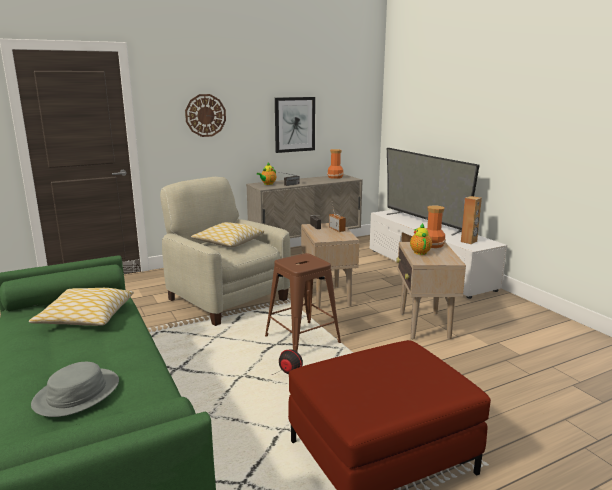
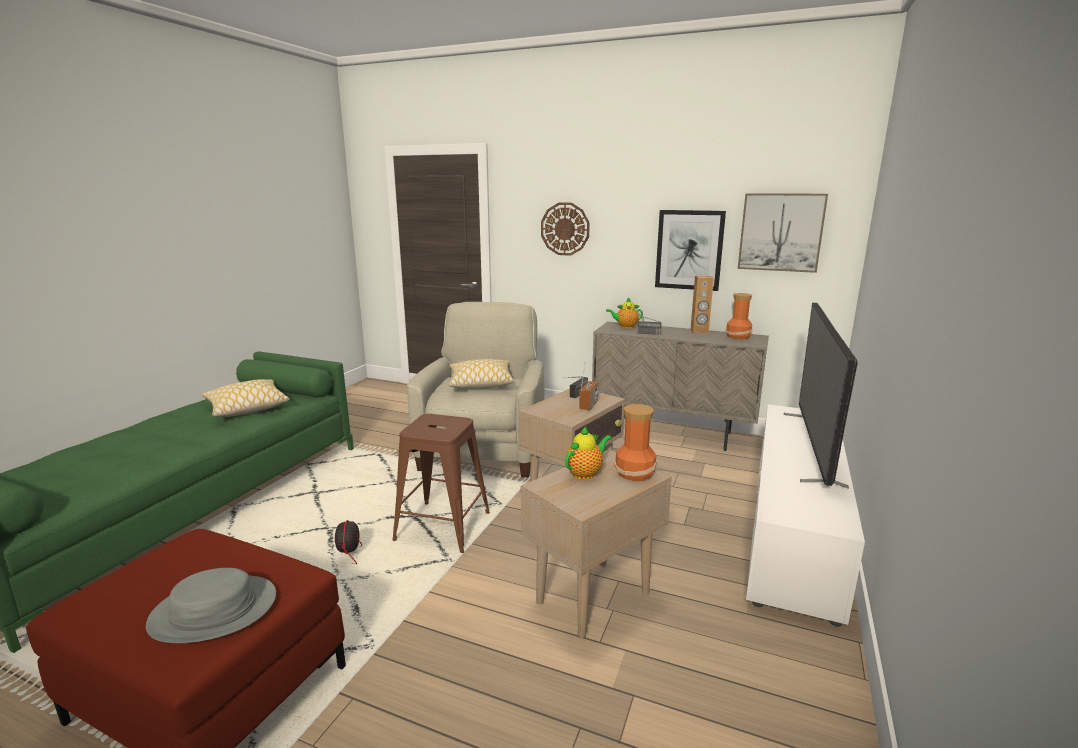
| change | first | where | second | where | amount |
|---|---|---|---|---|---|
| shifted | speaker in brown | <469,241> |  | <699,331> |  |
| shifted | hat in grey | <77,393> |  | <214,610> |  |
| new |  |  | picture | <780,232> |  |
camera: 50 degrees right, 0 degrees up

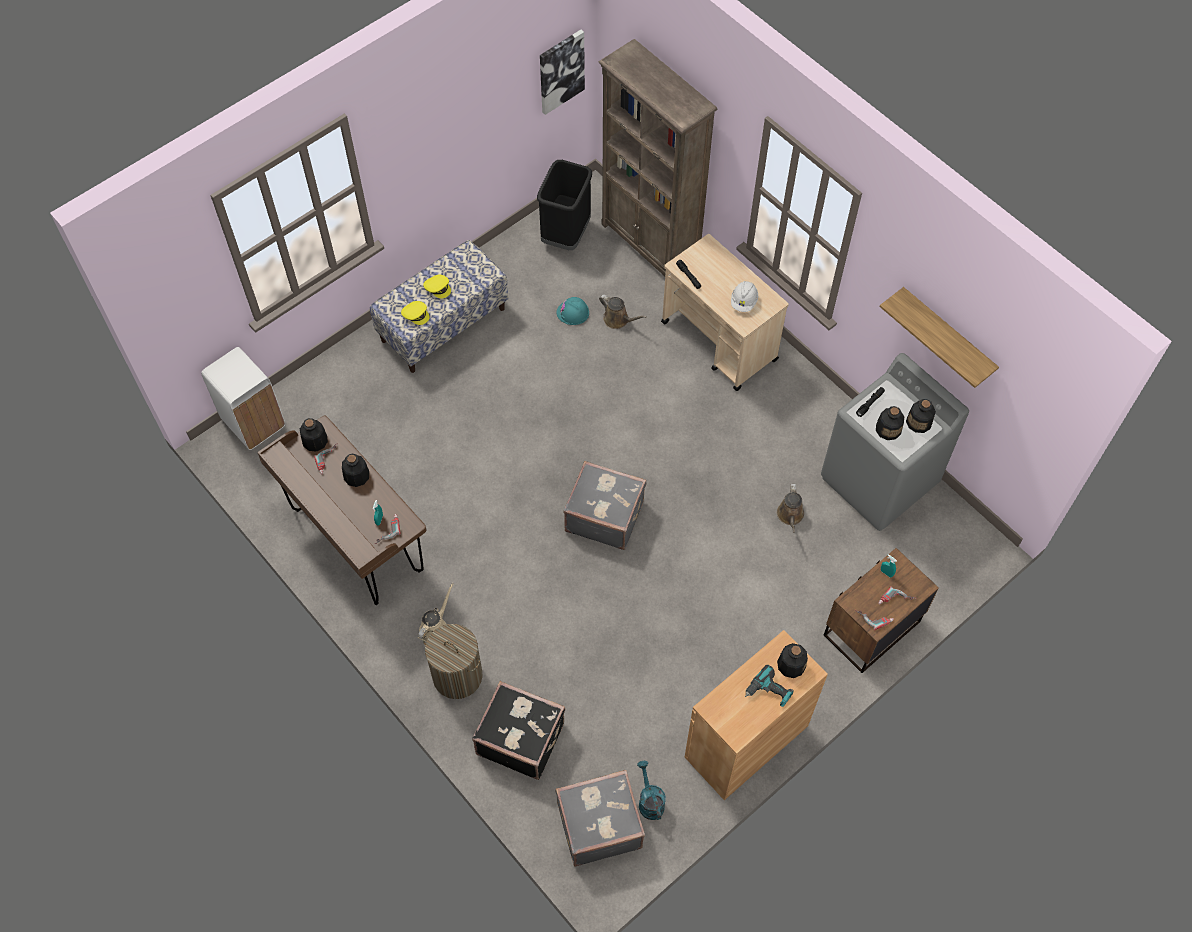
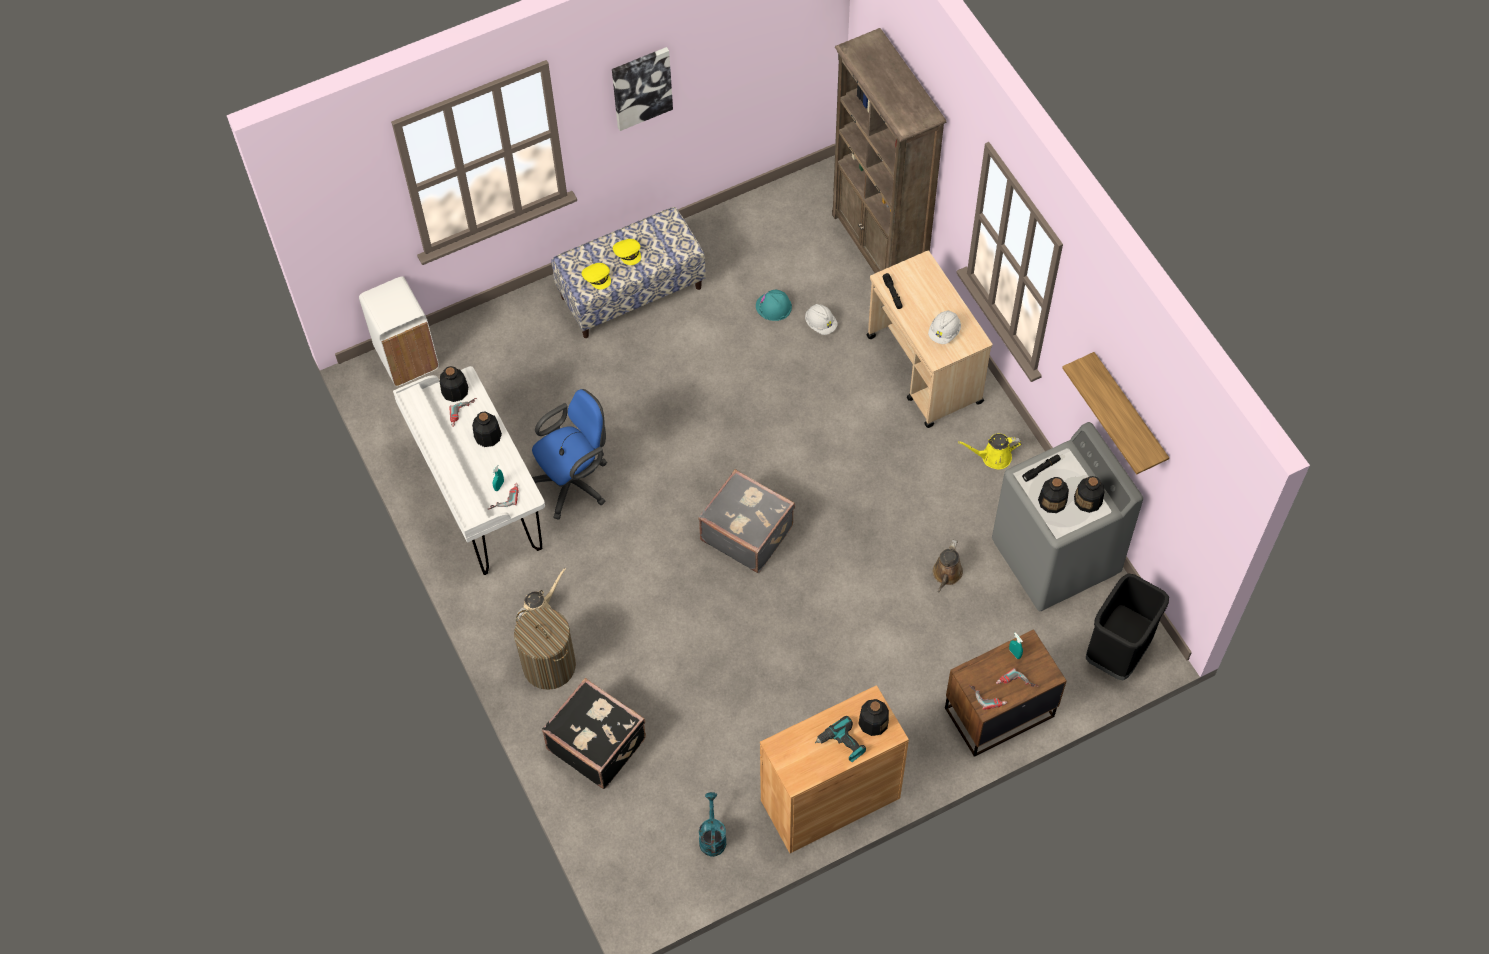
| change | first | where | second | where | amount |
|---|---|---|---|---|---|
| shifted | picture | <561,71> |  | <641,87> |  |
| shifted | trash can in black | <566,234> |  | <1117,652> |  |
| swapped | watering can in brown | <618,320> | hard hat in white | <820,324> |  |
| repainted | desk in brown | <357,541> | desk in white | <482,504> |  |
| gone | suitcase in grey | <598,824> |  |  |  |
| new |  |  | office chair in blue | <575,481> |  |
| new |  |  | watering can in yellow | <993,457> |  |
camera: 15 degrees right, 0 degrees up

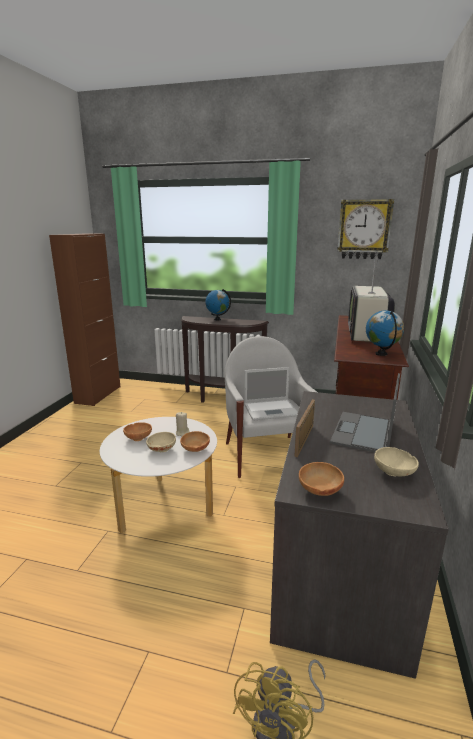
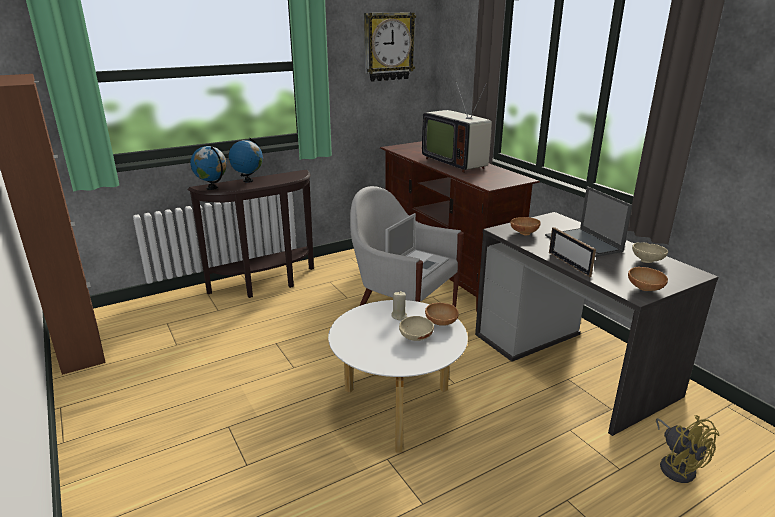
| change | first | where | second | where | amount |
|---|---|---|---|---|---|
| shifted | globe | <381,354> |  | <212,188> |  |
| shifted | bowl in brown | <139,438> |  | <523,233> |  |
camera: 45 degrees left, 5 degrees up

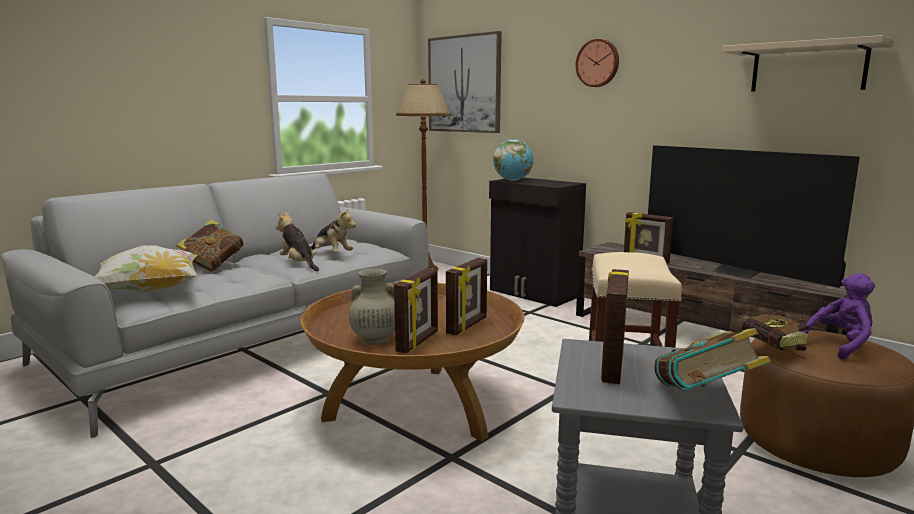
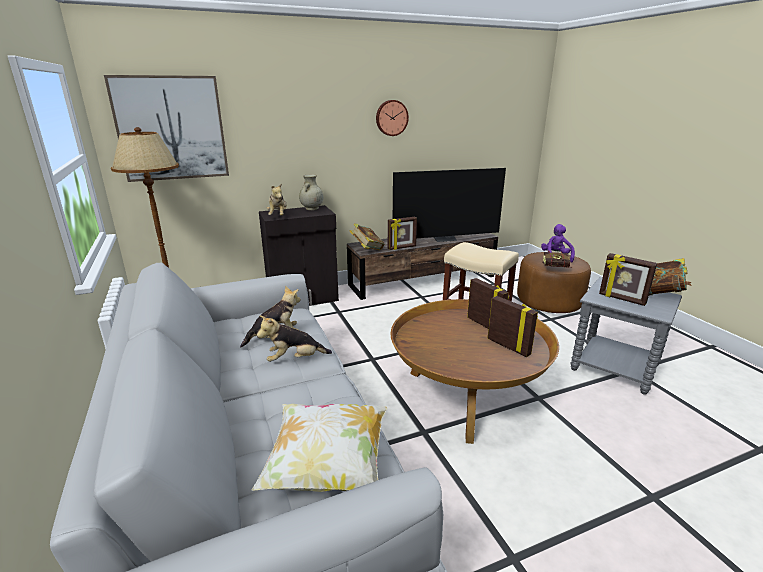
| change | first | where | second | where | amount |
|---|---|---|---|---|---|
| gone | shelf in beige | <808,68> |  |  |  |
| shifted | wall clock | <598,63> |  | <391,118> |  |
| swapped | globe | <513,180> | plush toy | <278,216> |  |
| shifted | book | <213,266> |  | <367,249> |  |
| shifted | vase in beige | <374,339> |  | <312,208> |  |
camera: 65 degrees left, 10 degrees up

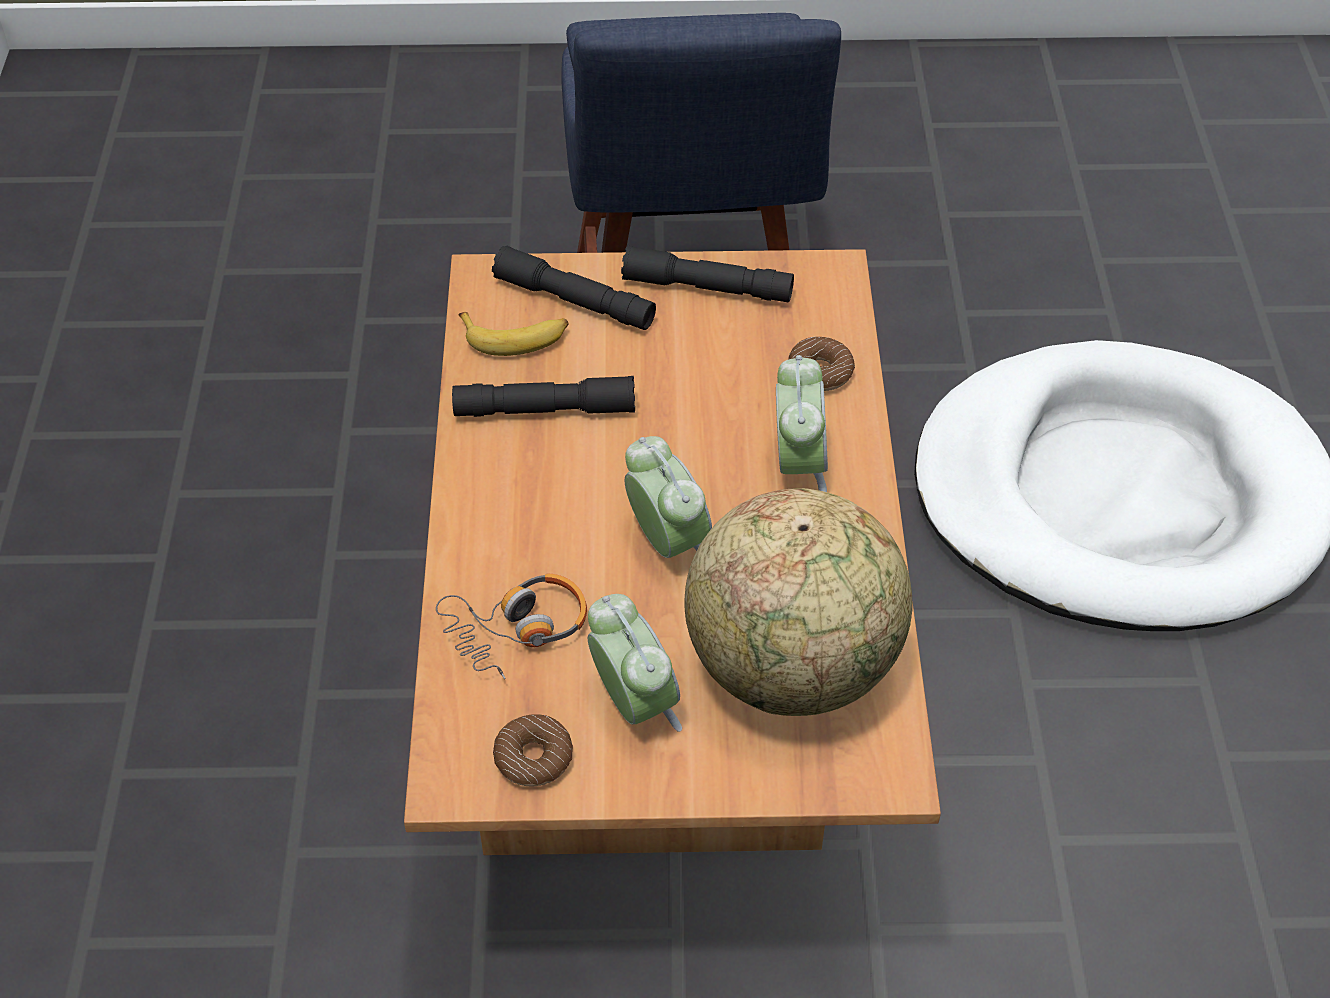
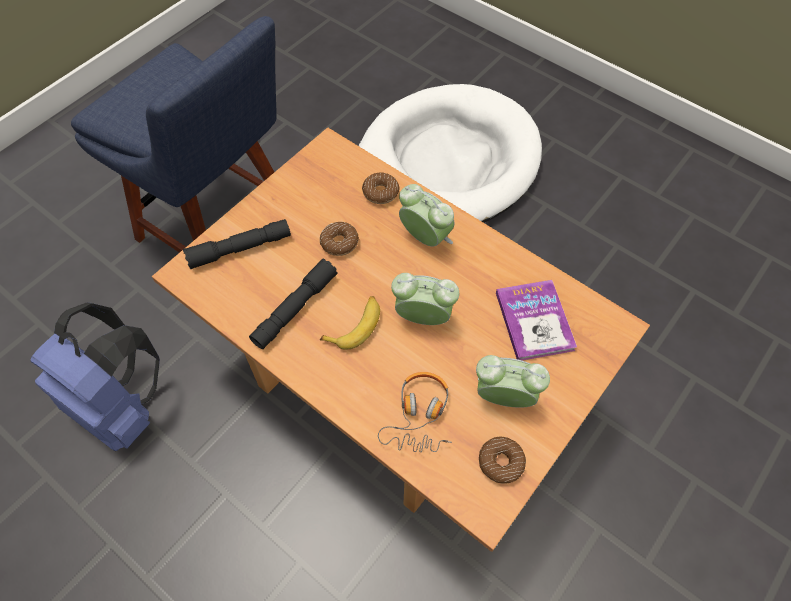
| change | first | where | second | where | amount |
|---|---|---|---|---|---|
| gone | flashlight in black | <707,287> |  |  |  |
| shifted | banana | <515,337> |  | <355,325> |  |
| swapped | globe | <793,668> | book | <534,321> |  |
| new |  |  | donut | <339,242> |  |
| new |  |  | backpack in blue | <122,406> |  |
camera: 50 degrees left, 10 degrees up

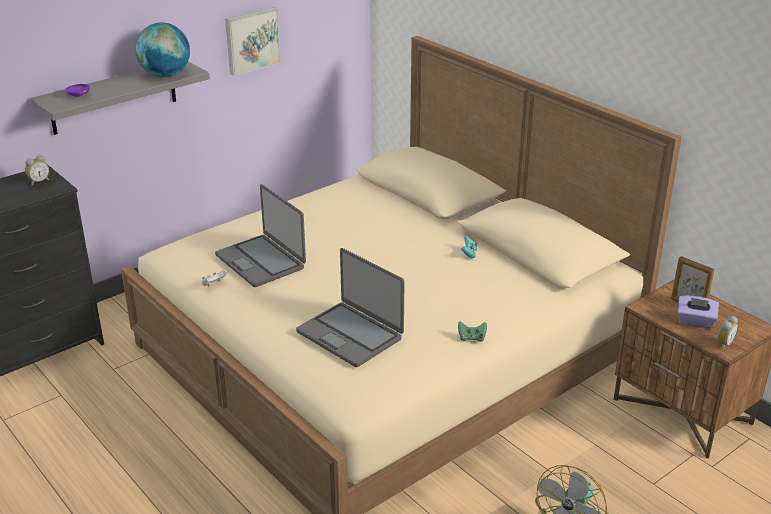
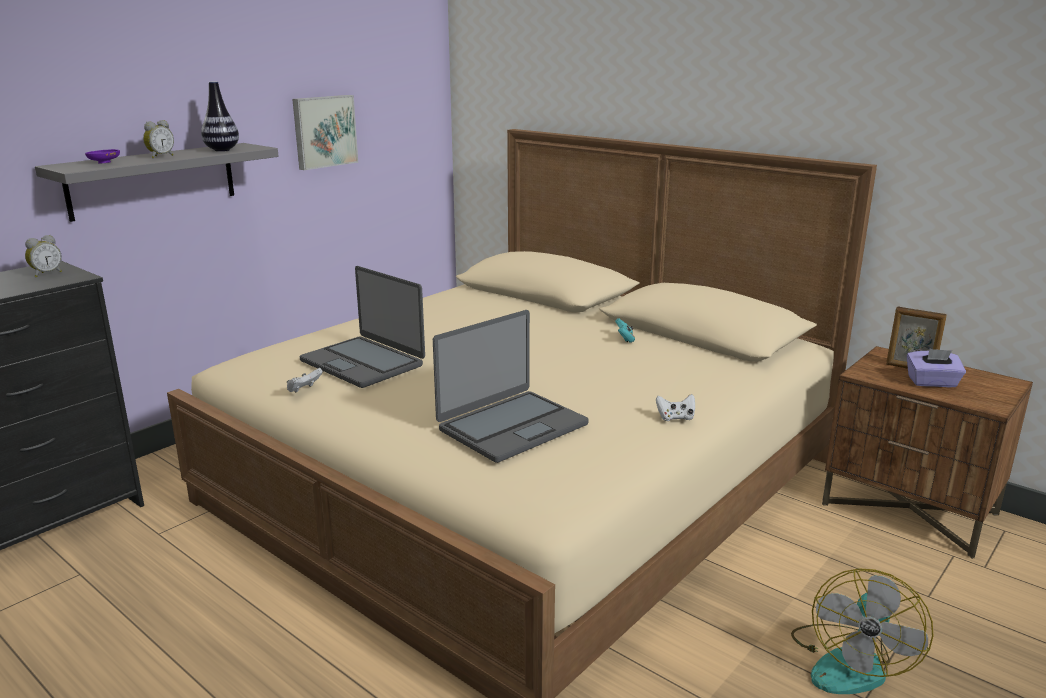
| change | first | where | second | where | amount |
|---|---|---|---|---|---|
| swapped | globe | <166,75> | vase | <222,150> |  |
| rotated | laptop | <350,335> |  | <511,426> | 75 degrees counterclockwise |
| shifted | alarm clock | <723,344> |  | <160,156> |  |
| repainted | game controller in green | <472,338> | game controller in white | <675,418> |  |
camera: 10 degrees left, 10 degrees down

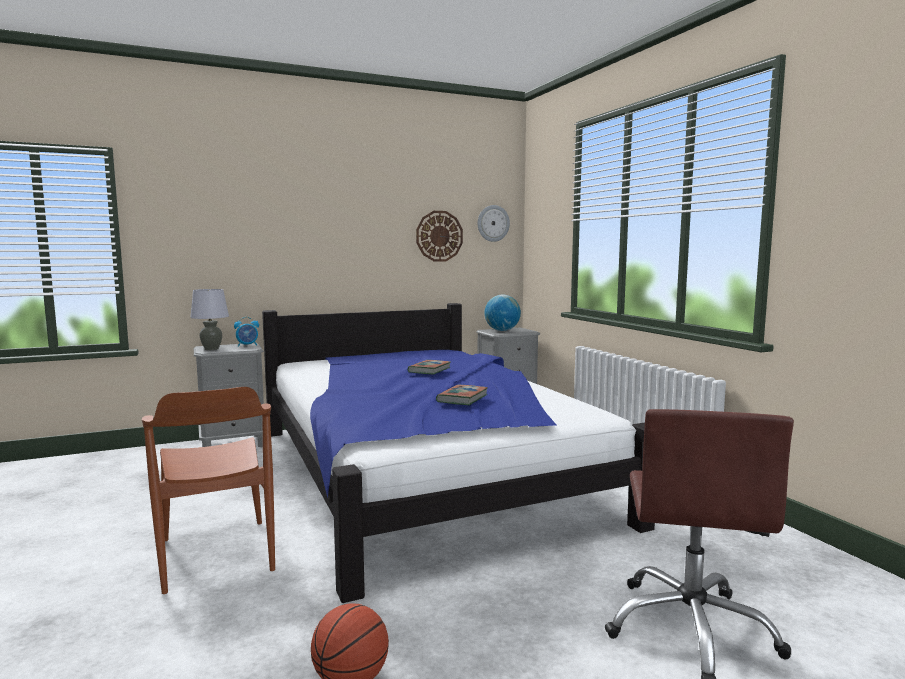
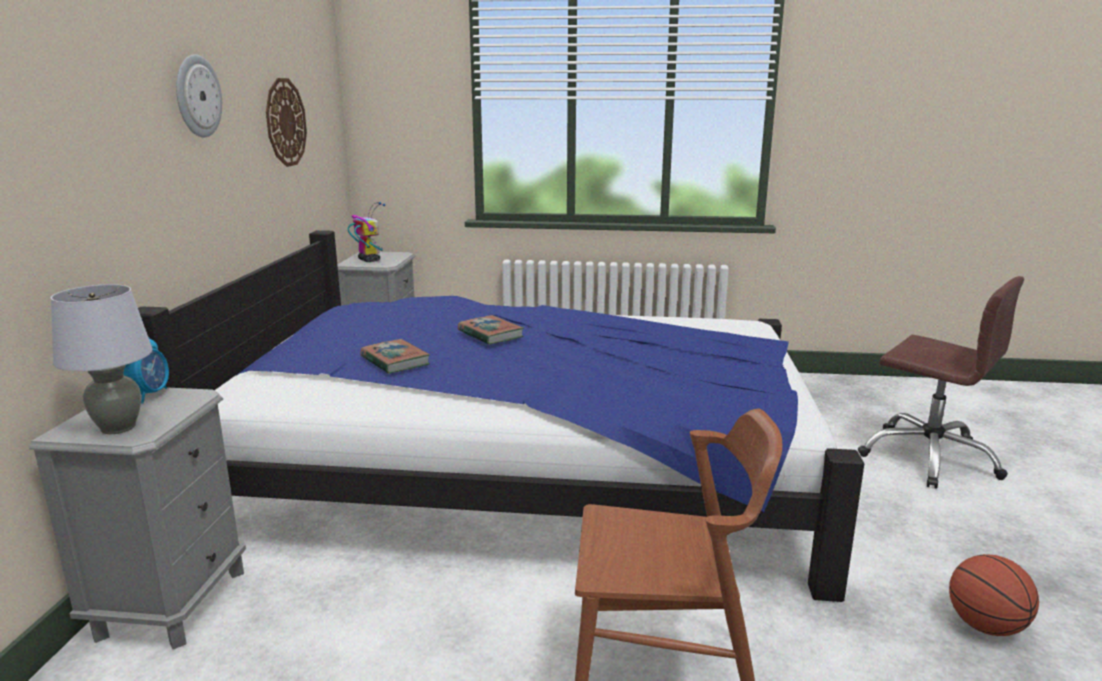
| change | first | where | second | where | amount |
|---|---|---|---|---|---|
| shifted | wall clock | <493,223> |  | <197,96> |  |
| swapped | globe | <502,330> | toy robot | <369,260> |  |
| shifted | book | <462,398> |  | <395,361> |  |
camera: 60 degrees left, 10 degrees up

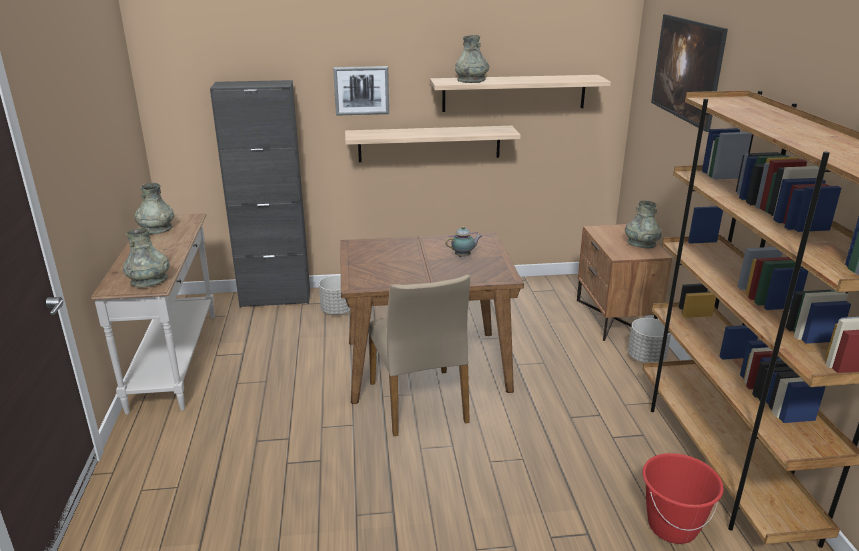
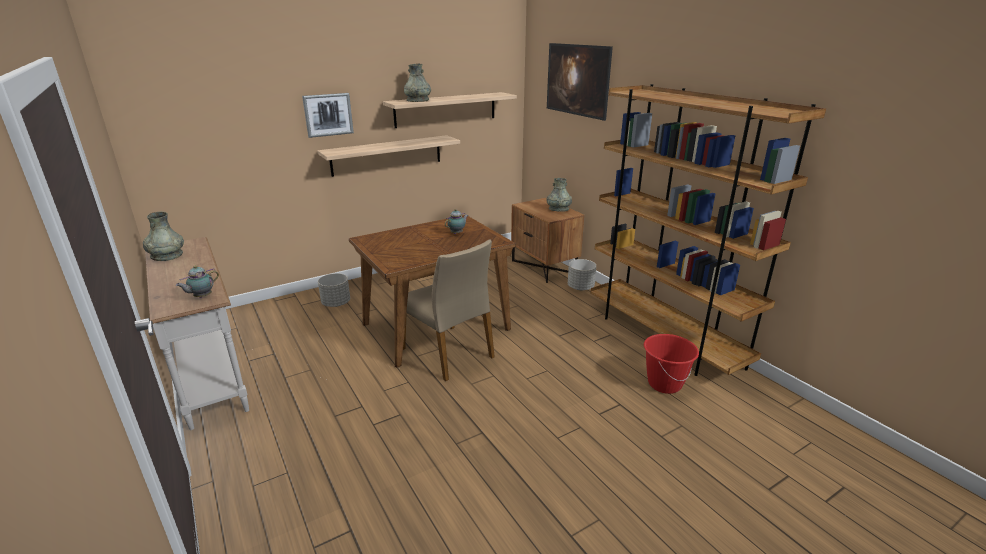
| change | first | where | second | where | amount |
|---|---|---|---|---|---|
| gone | cabinet in black | <275,298> |  |  |  |
| swapped | vase in grey | <149,281> | teapot | <201,297> |  |
camera: 25 degrees left, 0 degrees up

